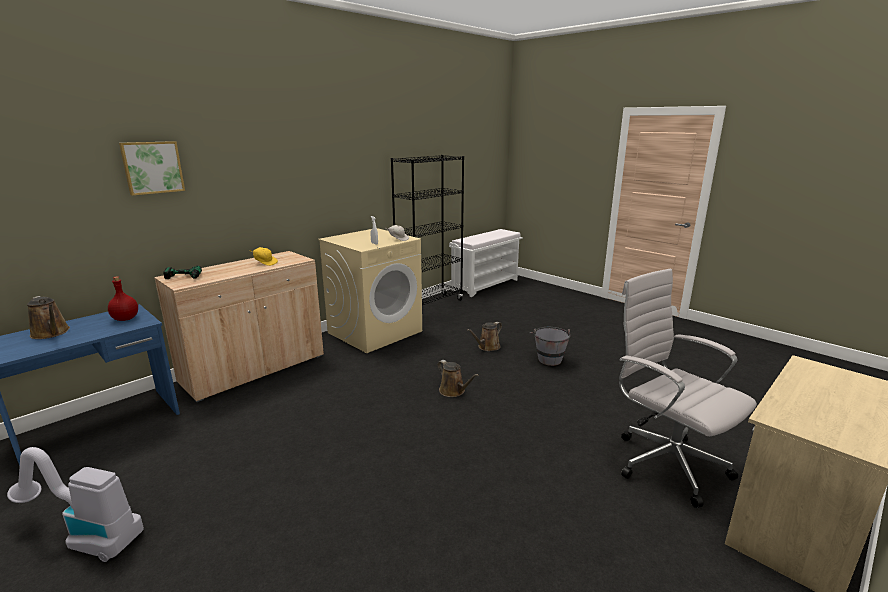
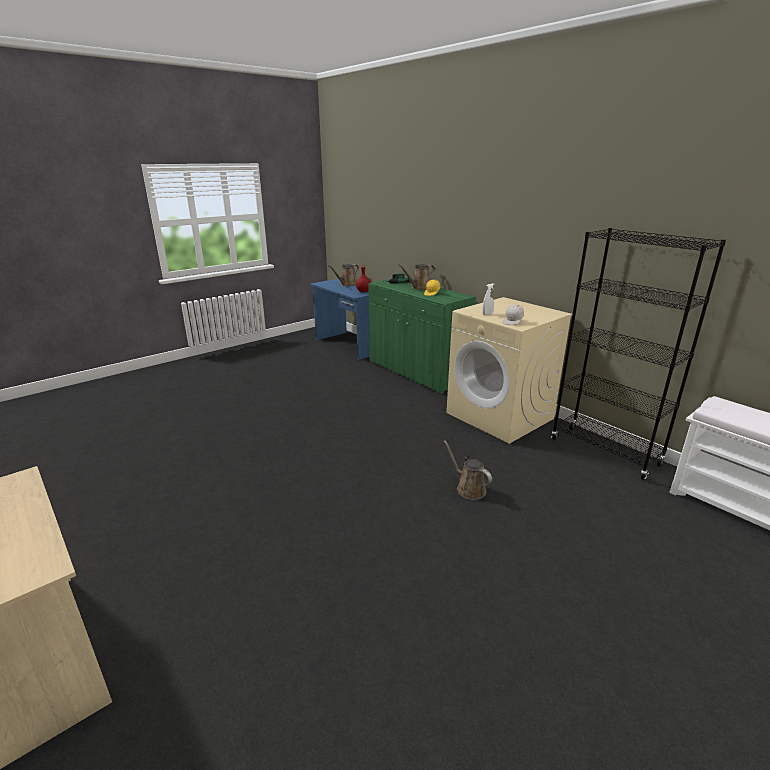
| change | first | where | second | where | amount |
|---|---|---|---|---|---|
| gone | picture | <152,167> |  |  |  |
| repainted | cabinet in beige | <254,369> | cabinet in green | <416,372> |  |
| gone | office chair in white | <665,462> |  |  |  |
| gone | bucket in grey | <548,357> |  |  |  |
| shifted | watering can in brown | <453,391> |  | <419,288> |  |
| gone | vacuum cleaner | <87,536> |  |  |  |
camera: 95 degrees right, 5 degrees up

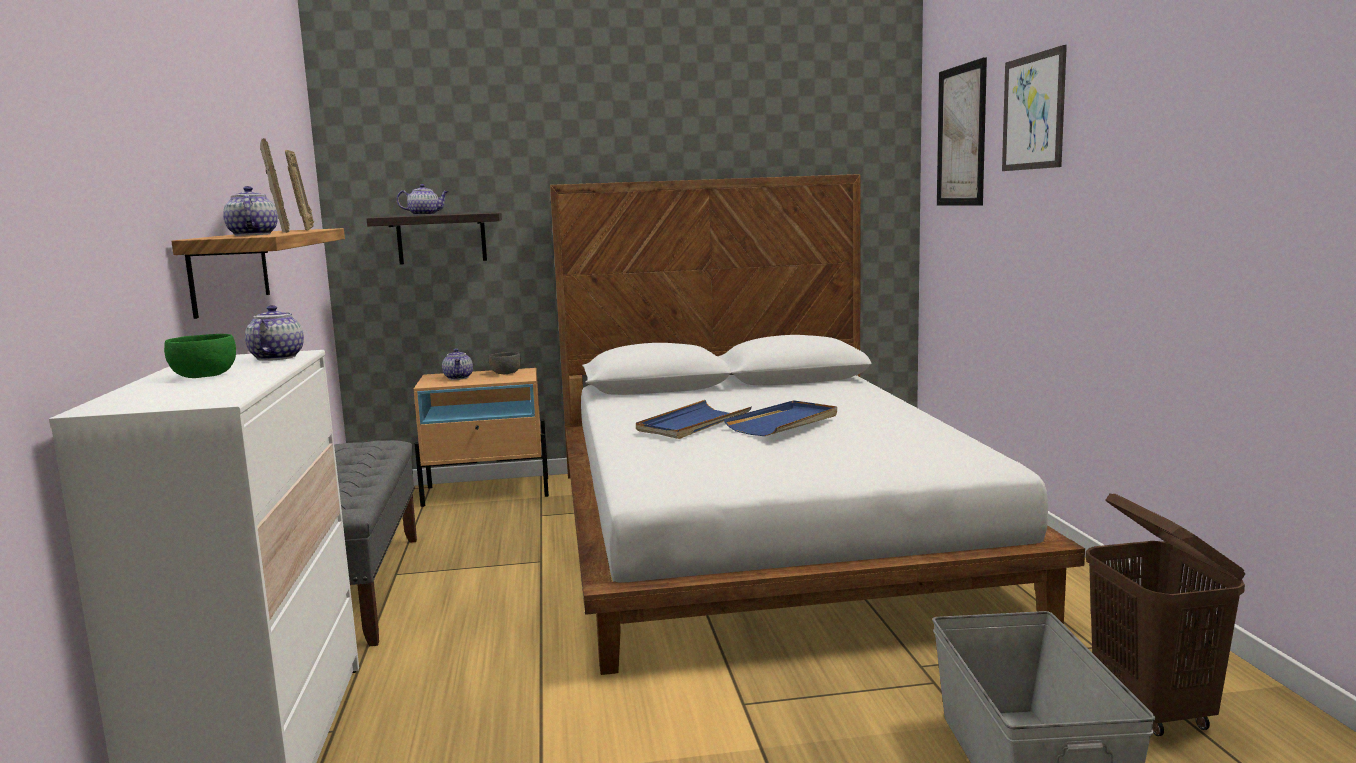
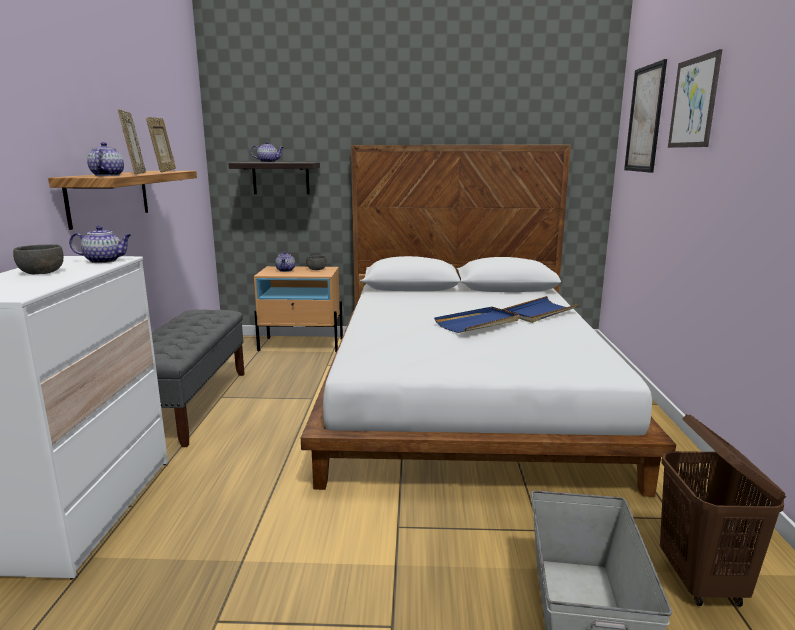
| change | first | where | second | where | amount |
|---|---|---|---|---|---|
| rotated | teapot | <277,357> |  | <105,261> | 75 degrees clockwise |
| repainted | bowl in green | <203,376> | bowl in grey | <41,272> |  |
| shifted | tray in blue | <693,424> |  | <539,312> |  |
camera: 10 degrees right, 5 degrees up

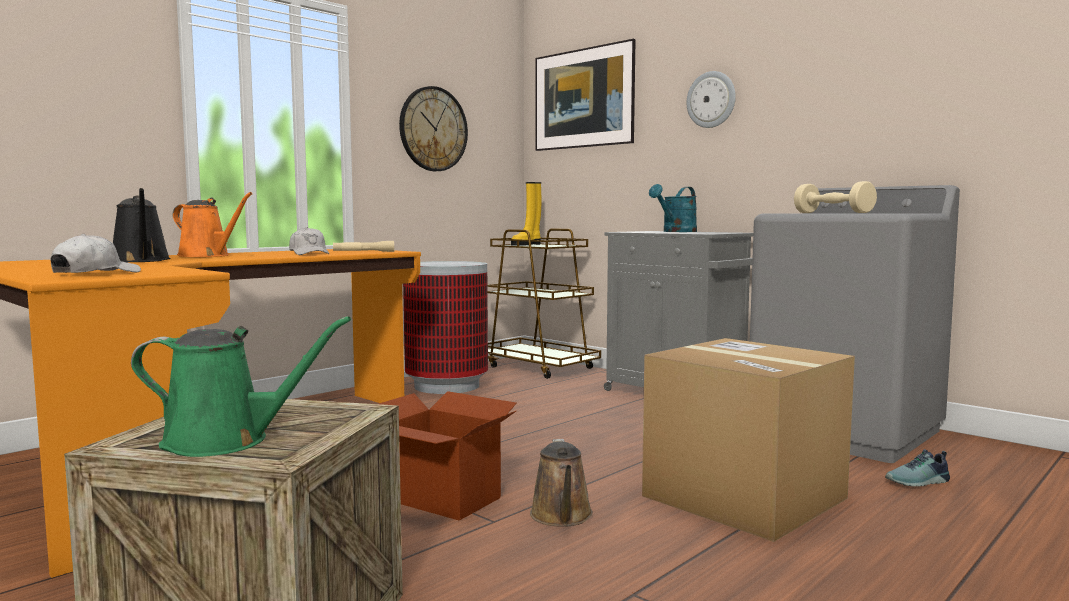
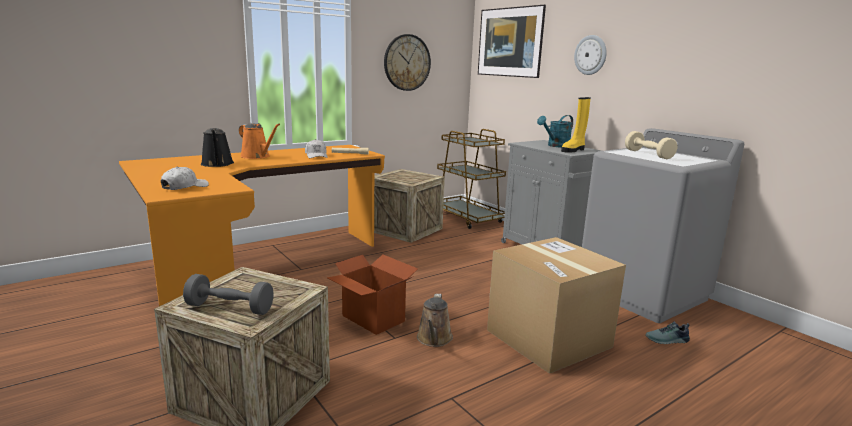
| change | first | where | second | where | amount |
|---|---|---|---|---|---|
| shifted | boot in yellow | <527,244> |  | <573,150> |  |
| swapped | trash can | <446,386> | crate | <405,229> |  |
| swapped | watering can in green | <226,441> | dumbbell in grey | <230,308> |  |
camera: 10 degrees right, 10 degrees up

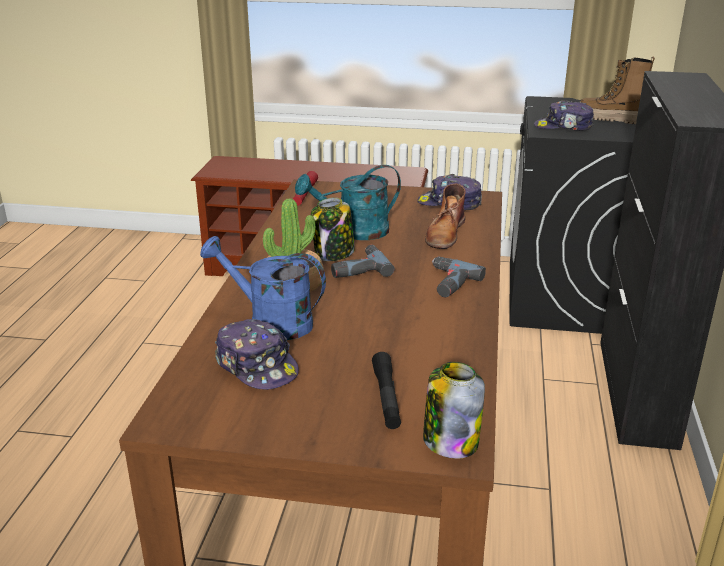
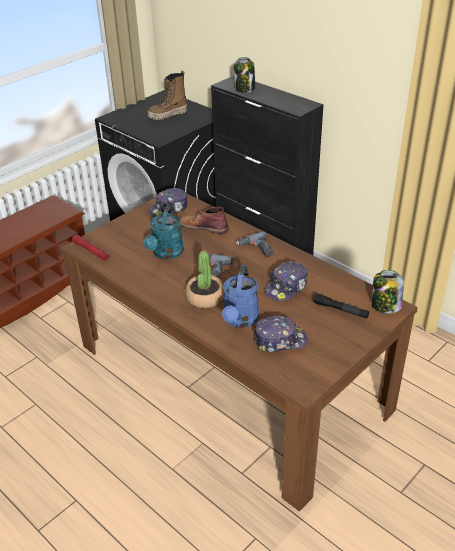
| change | first | where | second | where | amount |
|---|---|---|---|---|---|
| shifted | cap | <563,127> |  | <286,287> |  |
| rotated | boot in brown | <445,233> |  | <203,226> | 150 degrees clockwise |
| shifted | jar | <334,254> |  | <245,89> |  |
| rotated | watering can in blue | <270,322> |  | <240,321> | 45 degrees counterclockwise |
camera: 55 degrees left, 10 degrees up

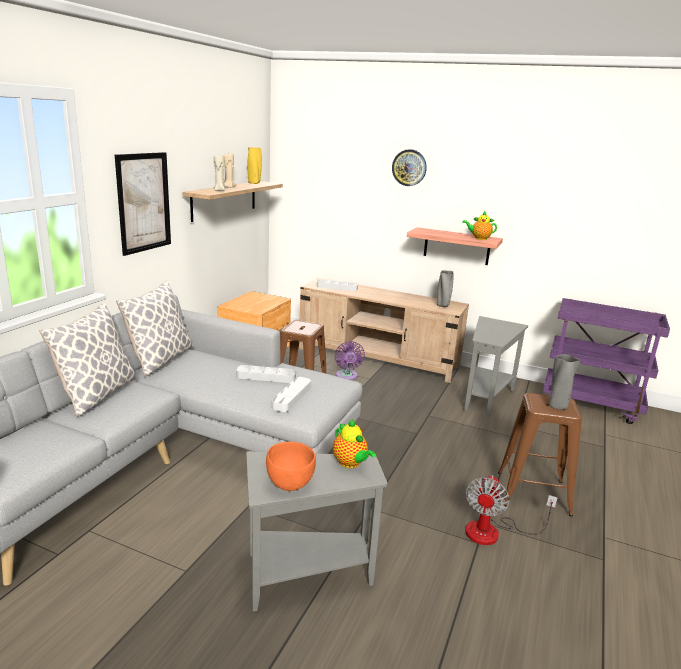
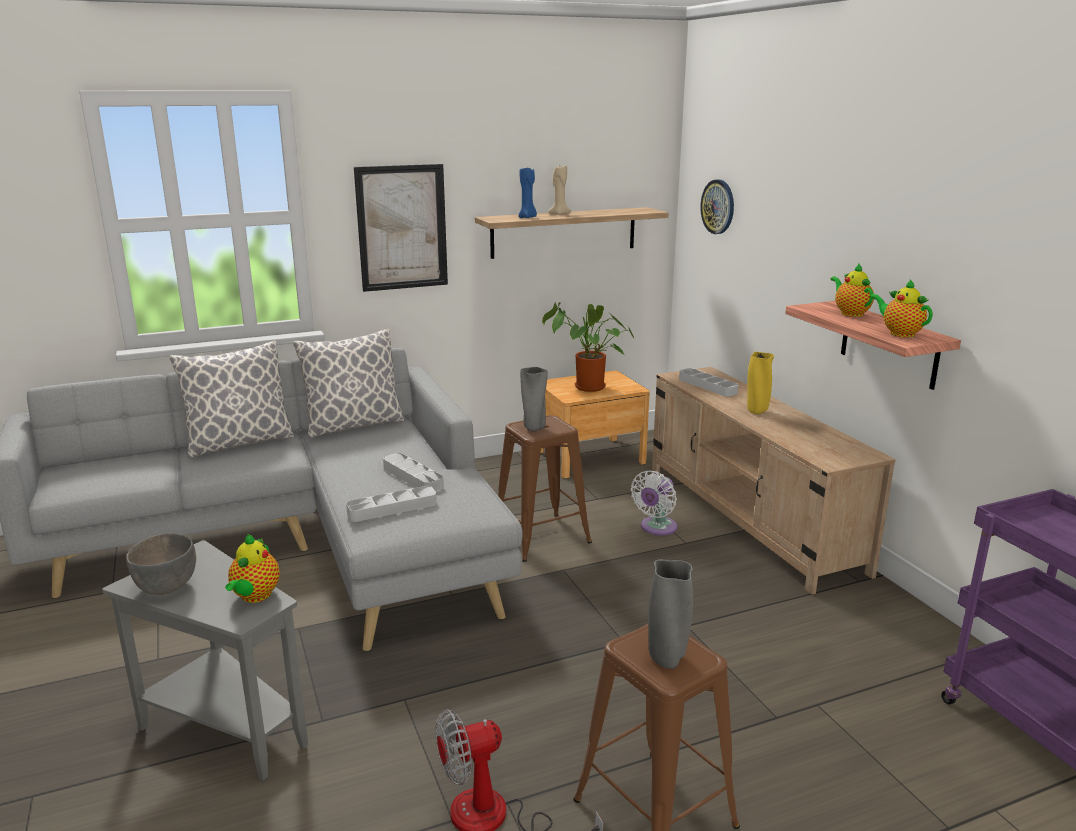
| change | first | where | second | where | amount |
|---|---|---|---|---|---|
| shifted | vase in yellow | <254,183> |  | <757,411> |  |
| shifted | wall clock | <409,167> |  | <718,206> |  |
| repainted | candle in beige | <220,190> | candle in blue | <527,217> |  |
| shifted | vase in grey | <442,306> |  | <533,429> |  |
| gone | side table in grey | <485,397> |  |  |  |
| repainted | fan in purple | <347,376> | fan in white | <656,528> |  |
| repainted | bowl in orange | <290,483> | bowl in grey | <167,587> |  |
| new |  |  | teapot | <850,313> |  |
| new |  |  | potted plant | <586,388> |  |
camera: 45 degrees right, 0 degrees up

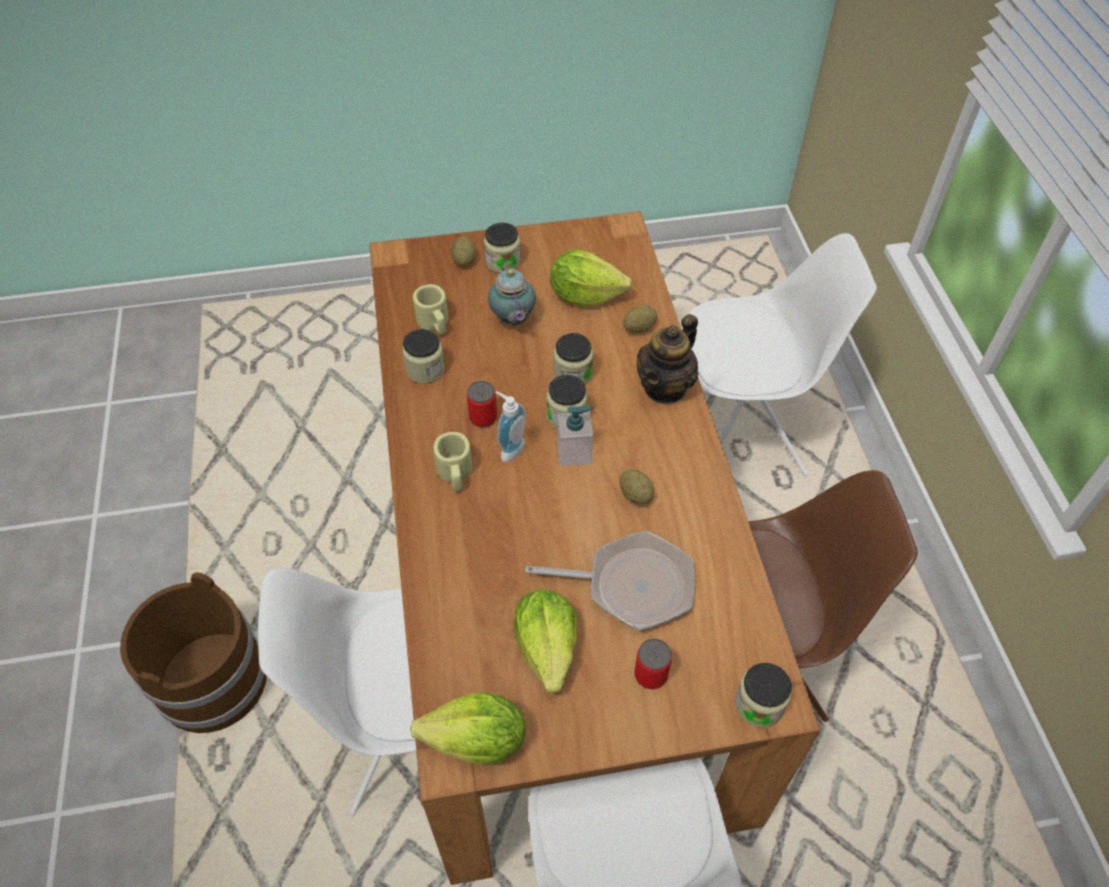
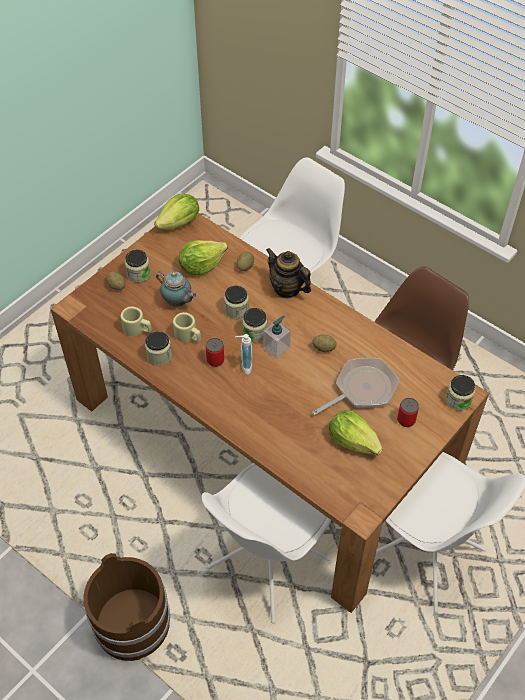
| change | first | where | second | where | amount |
|---|---|---|---|---|---|
| rotated | teapot | <665,387> |  | <287,288> | 135 degrees clockwise |
| shifted | mug in beige | <455,474> |  | <188,336> |  |
| shifted | lettuce | <477,742> |  | <180,223> |  |
camera: 40 degrees left, 0 degrees up

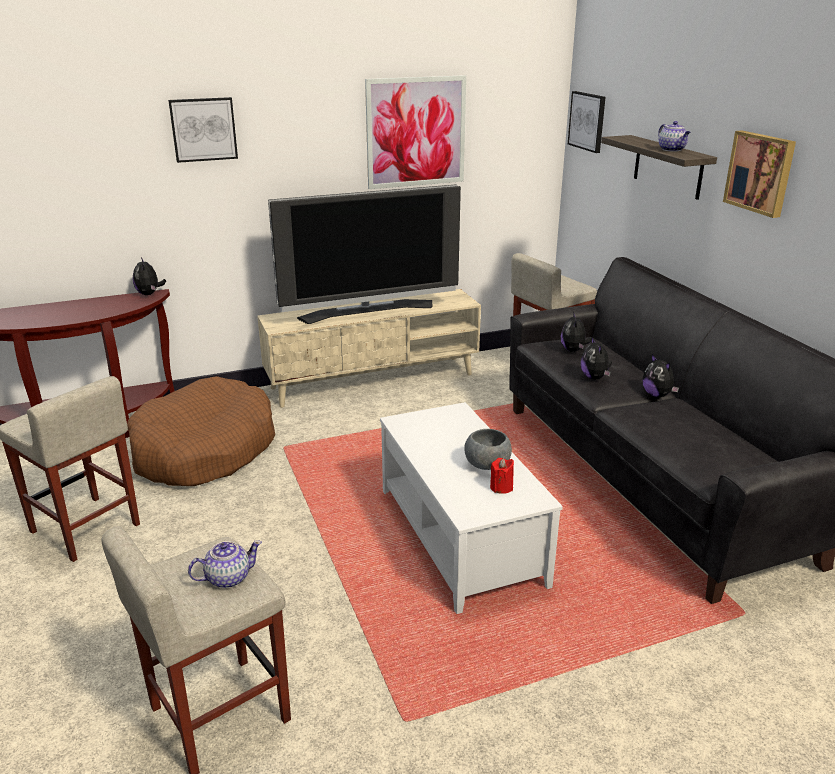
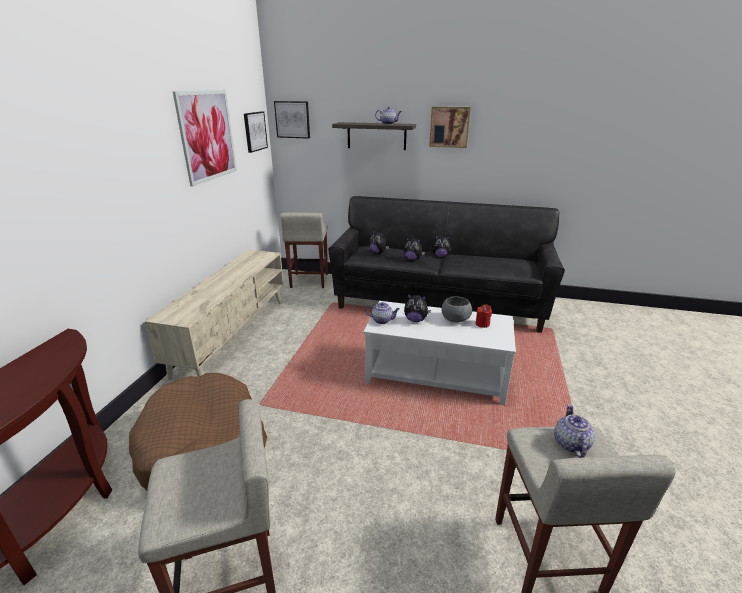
| change | first | where | second | where | amount |
|---|---|---|---|---|---|
| shifted | picture | <203,129> |  | <254,131> |  |
| gone | television | <368,311> |  |  |  |
| shifted | plush toy | <149,294> |  | <415,320> |  |
| new |  |  | teapot | <382,320> |  |
camera: 55 degrees left, 0 degrees up

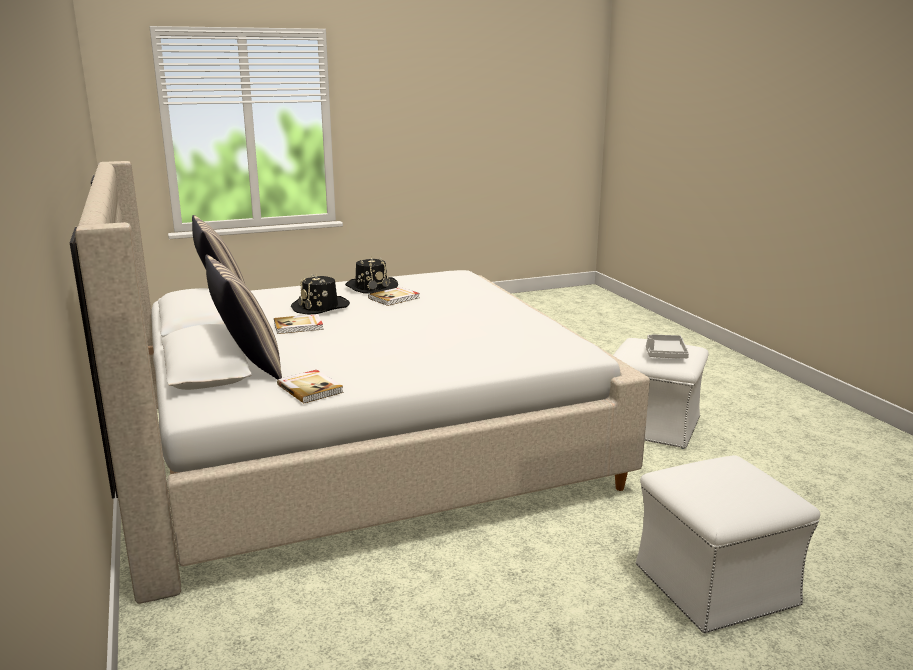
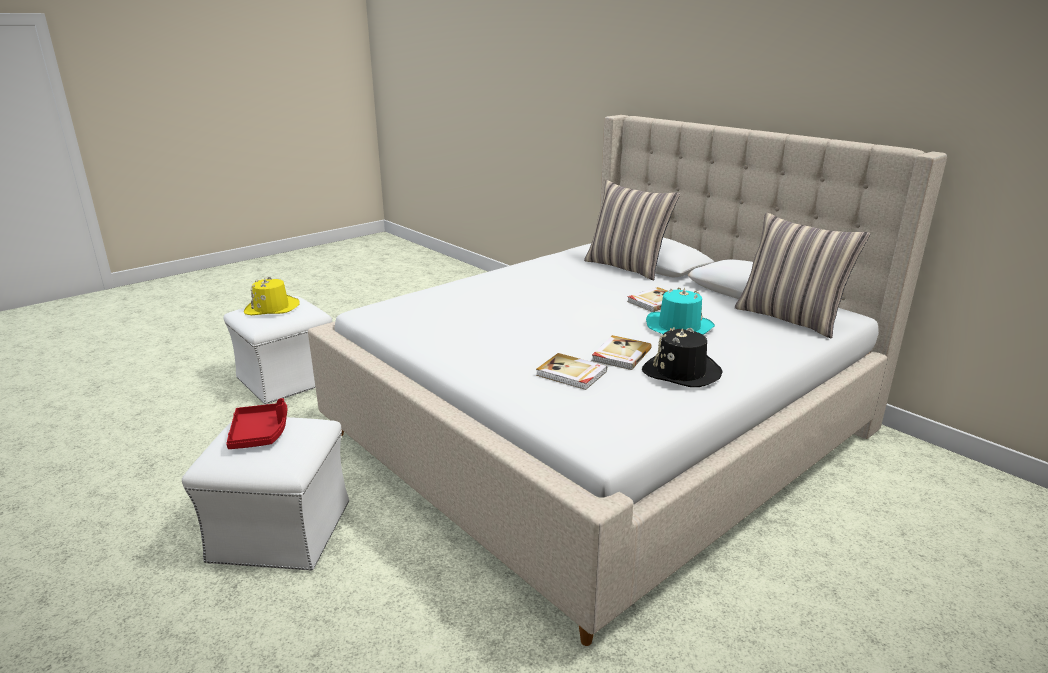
| change | first | where | second | where | amount |
|---|---|---|---|---|---|
| repainted | hat in black | <320,307> | hat in turquoise | <679,327> |  |
| repainted | tray in grey | <664,353> | tray in red | <260,434> |  |
| shifted | book | <310,388> |  | <571,374> |  |
| new |  |  | hat in yellow | <272,308> |  |
camera: 160 degrees right, 5 degrees up

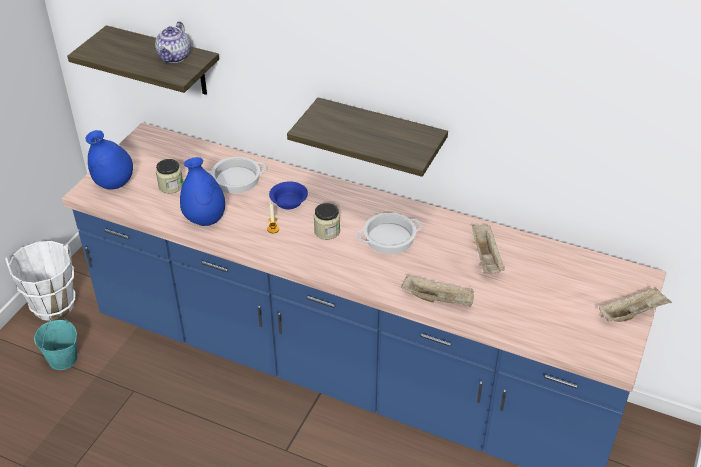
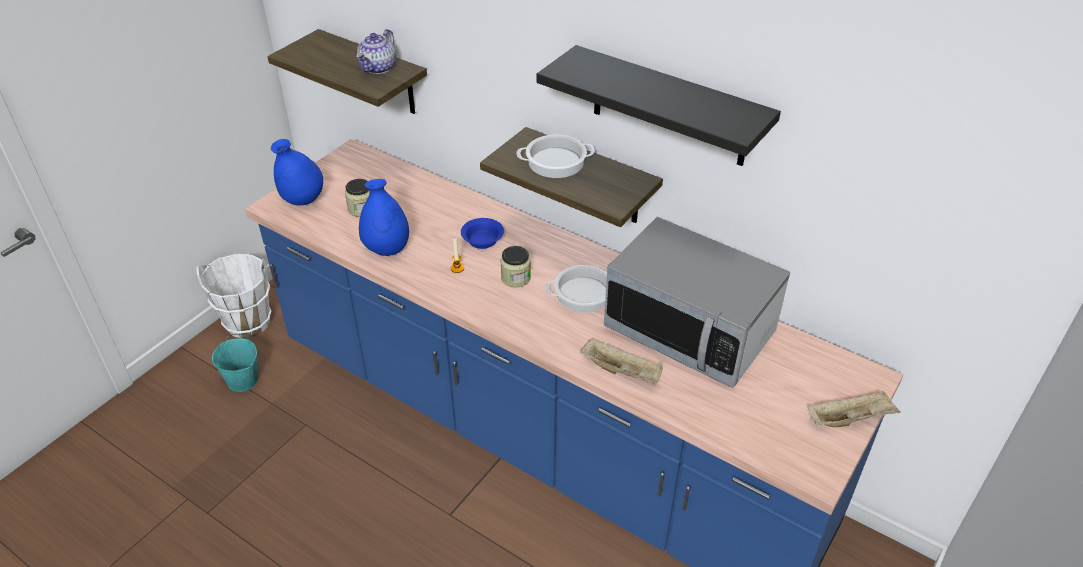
| change | first | where | second | where | amount |
|---|---|---|---|---|---|
| shifted | cooking pot | <236,179> |  | <556,162> |  |
| swapped | tray in beige | <486,258> | microwave | <689,331> |  |
| new |  |  | shelf in black | <669,107> |  |
camera: 10 degrees right, 0 degrees up

